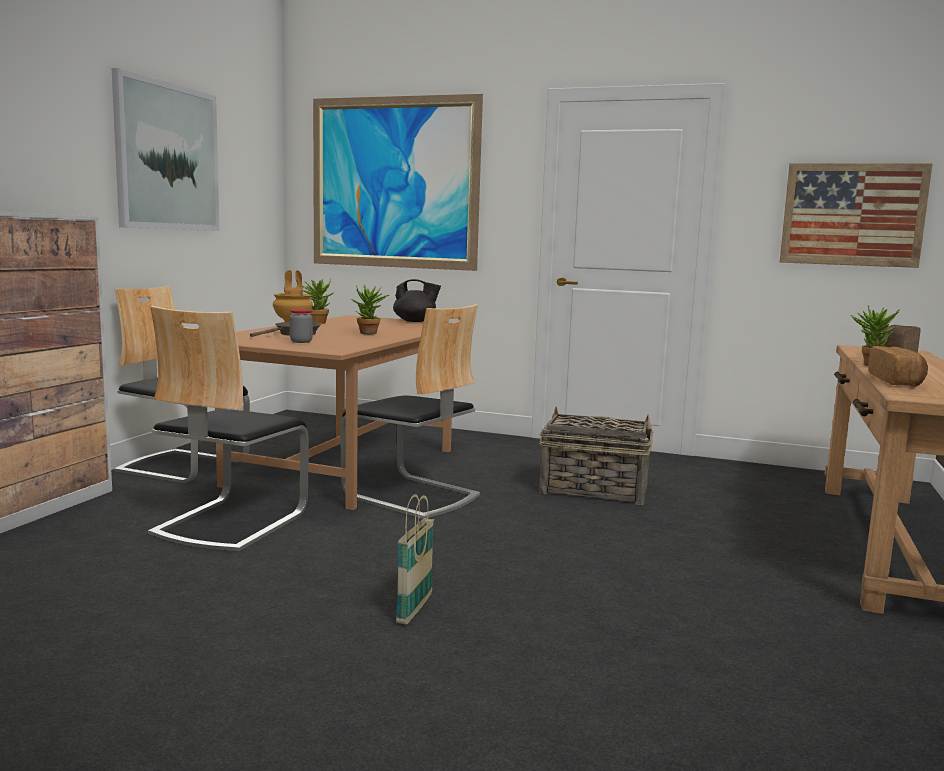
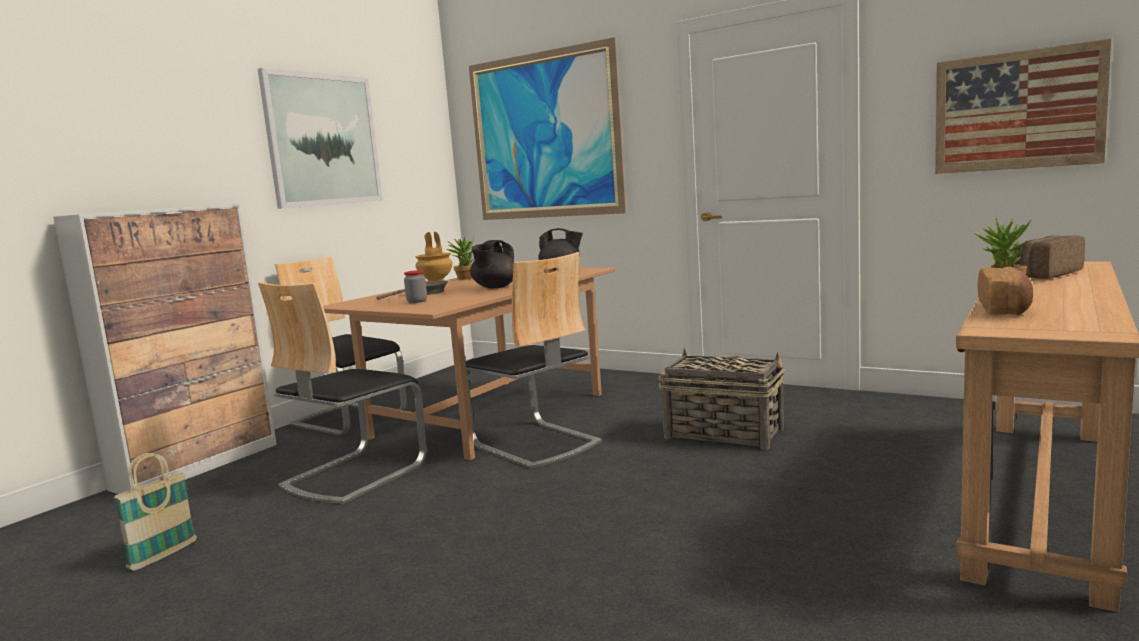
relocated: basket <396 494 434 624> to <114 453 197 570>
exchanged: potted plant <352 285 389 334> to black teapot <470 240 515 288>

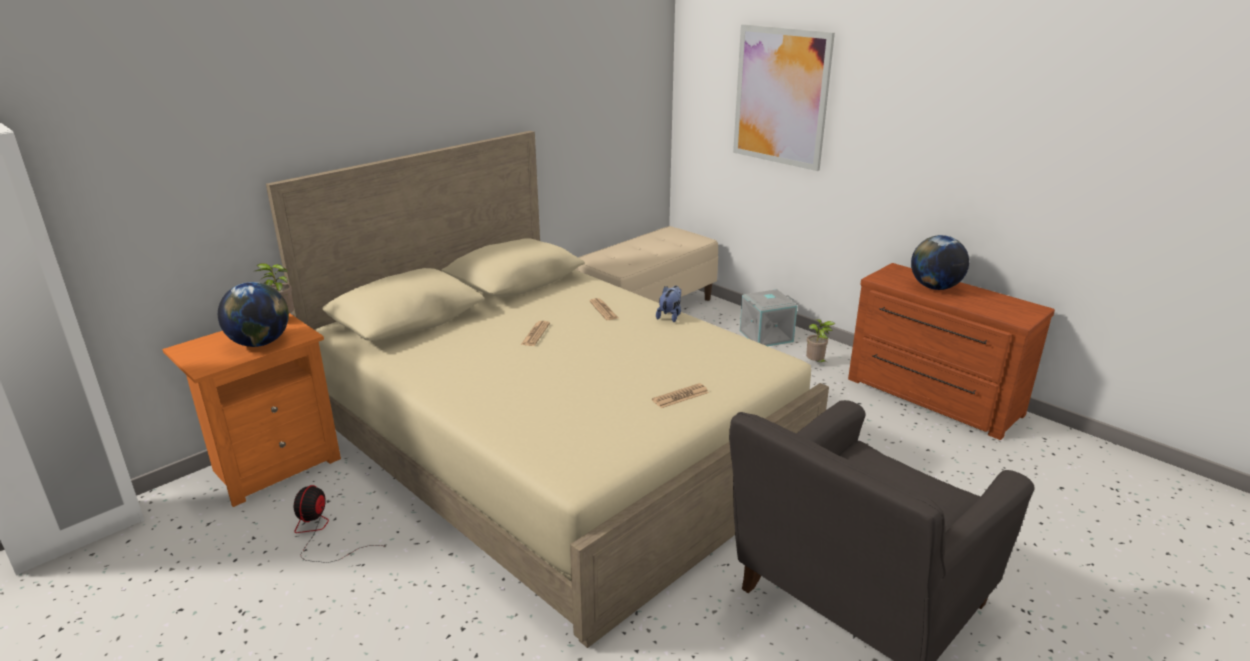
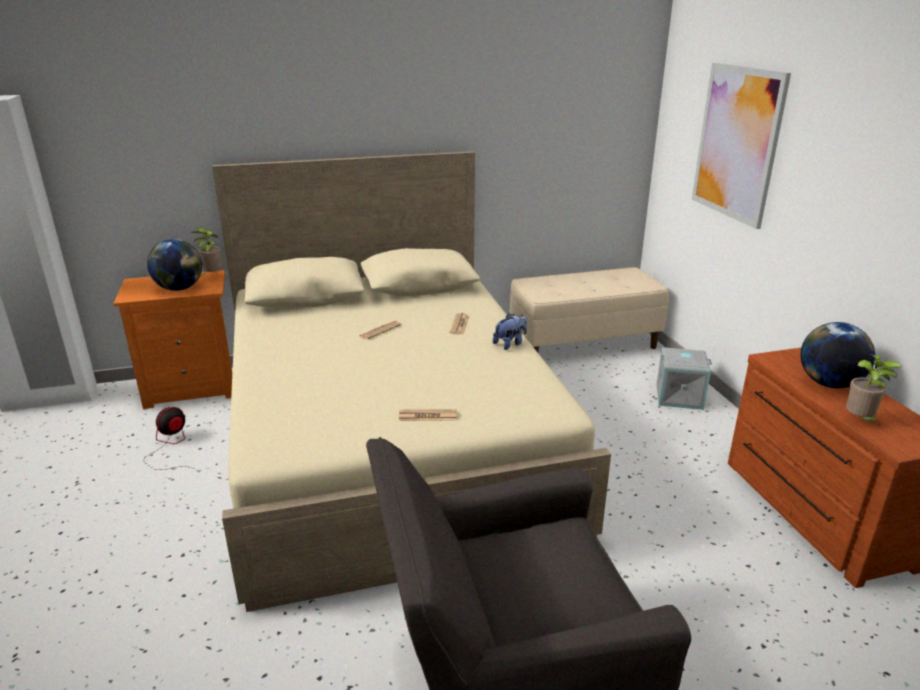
relocated: potted plant <806 319 835 362> to <846 354 902 427>

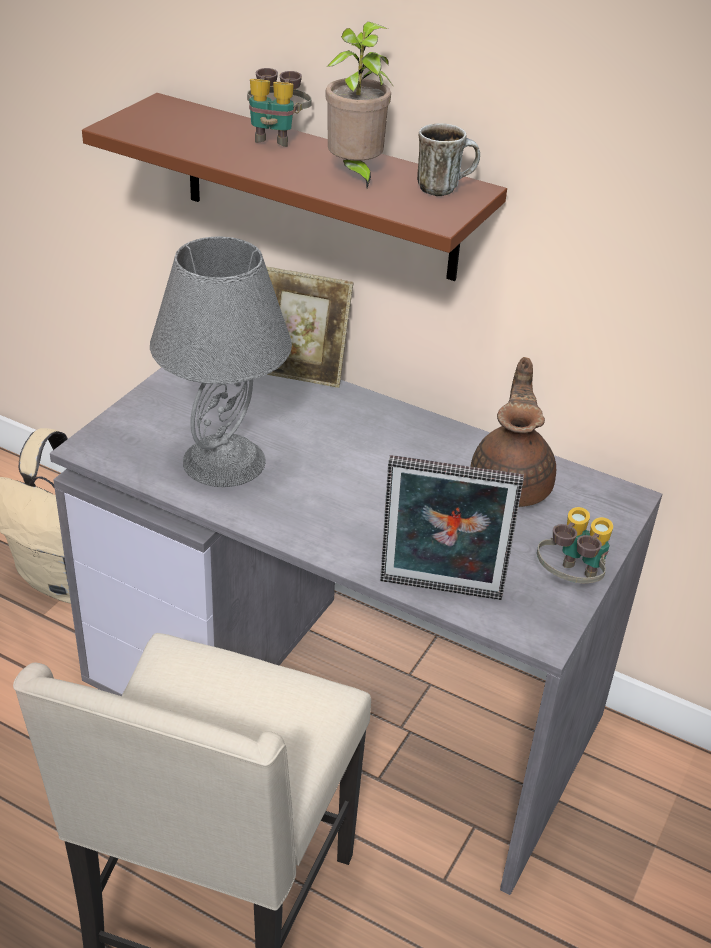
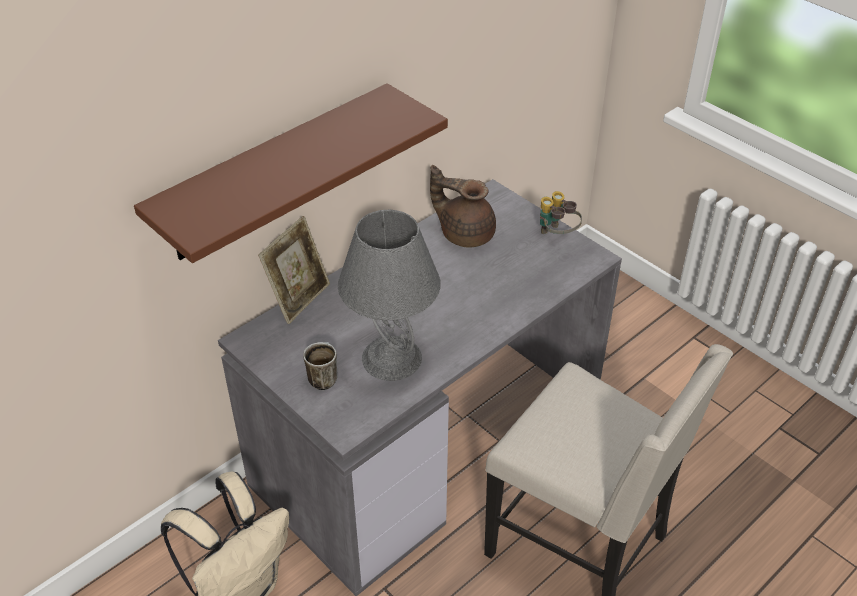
missing: binoculars <247 68 312 147>; potted plant <325 21 394 188>; picture frame <380 455 524 600>
relocated: mug <417 123 480 196> to <303 342 337 390>

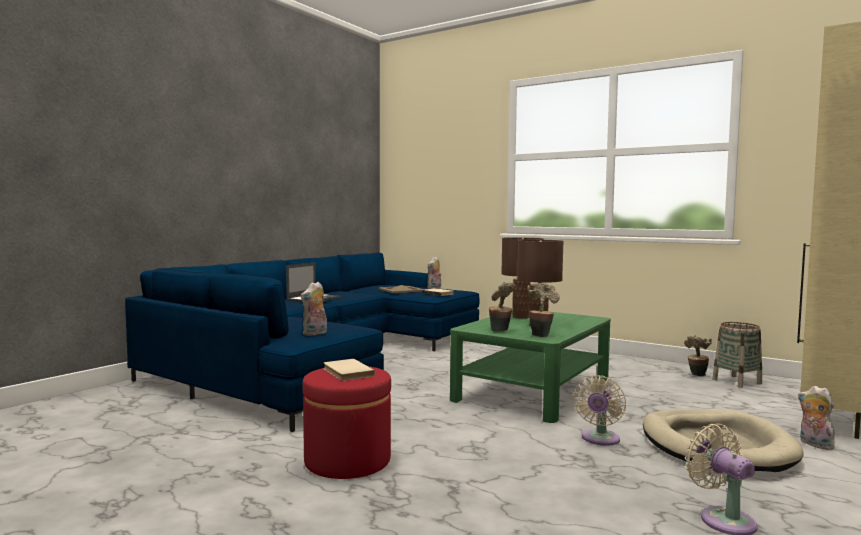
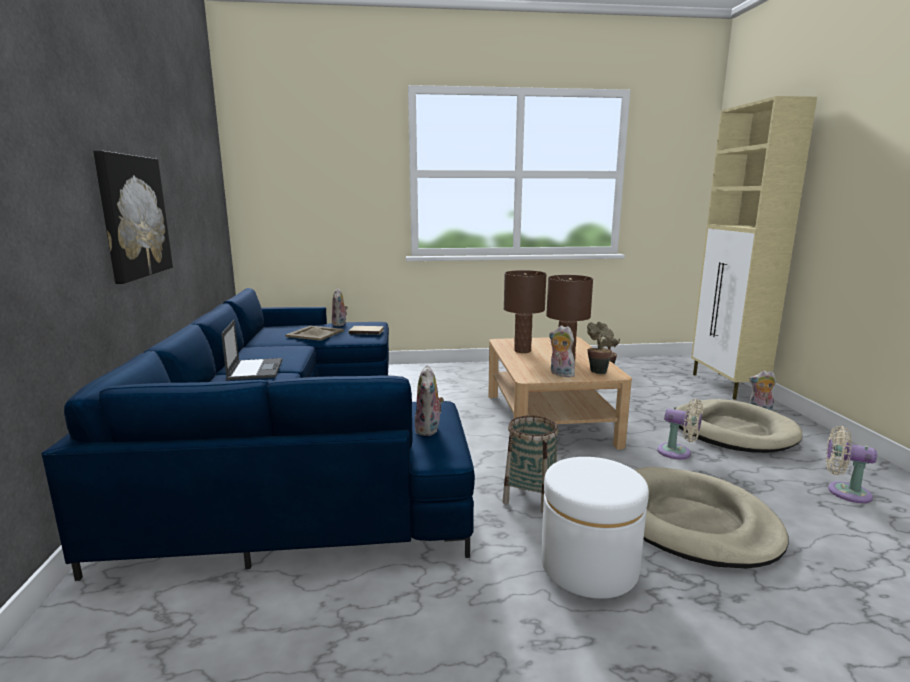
missing: beige book <324 359 375 381>
appeared: picture <93 151 173 284>; beige dog bed <635 467 788 568>
relocated: basket <712 322 762 388> to <503 415 559 513>
exchanged: potted plant <489 282 516 331> to plush toy <549 325 575 377>
colour: red ottoman <303 366 391 479> to white ottoman <541 457 649 599>; green coffee table <450 310 611 423> to beige coffee table <488 337 632 450>
spun: beige fan <573 375 626 446> = <657 399 703 459> 45 degrees counterclockwise

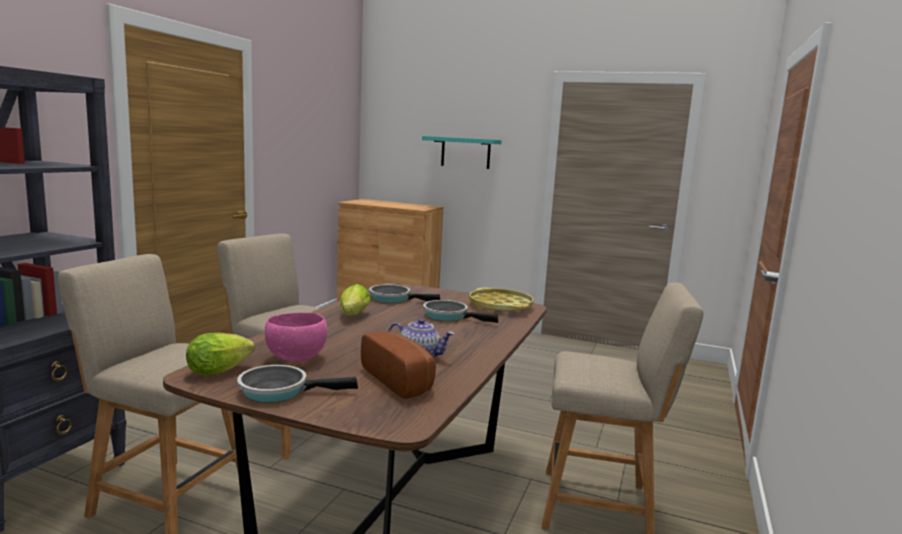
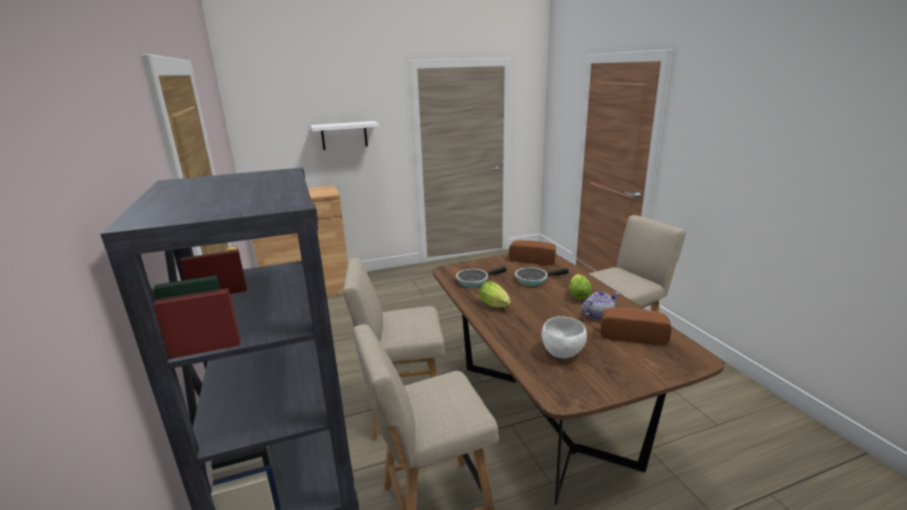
missing: frying pan <237 365 358 403>
relocated: lettuce <186 333 255 375> to <569 274 592 300>
exchanged: yellow tray <469 287 534 313> to bread <509 240 556 265>
colour: pink bowl <265 312 327 362> to white bowl <542 316 587 358>; turquoise shelf <422 136 501 169> to white shelf <310 121 379 150>

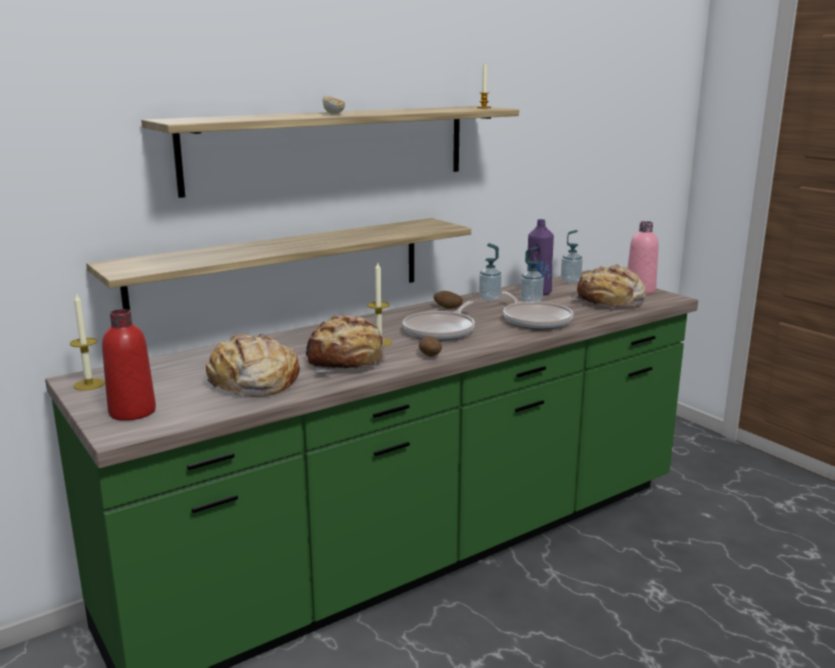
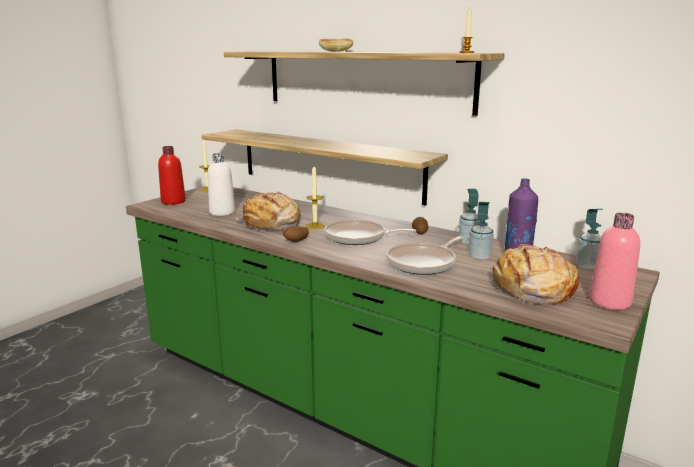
exchanged: bread <206 334 300 397> to white bottle <207 153 235 216>

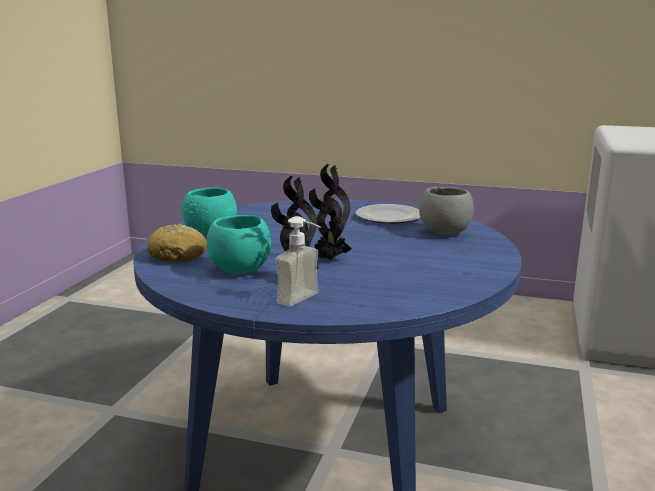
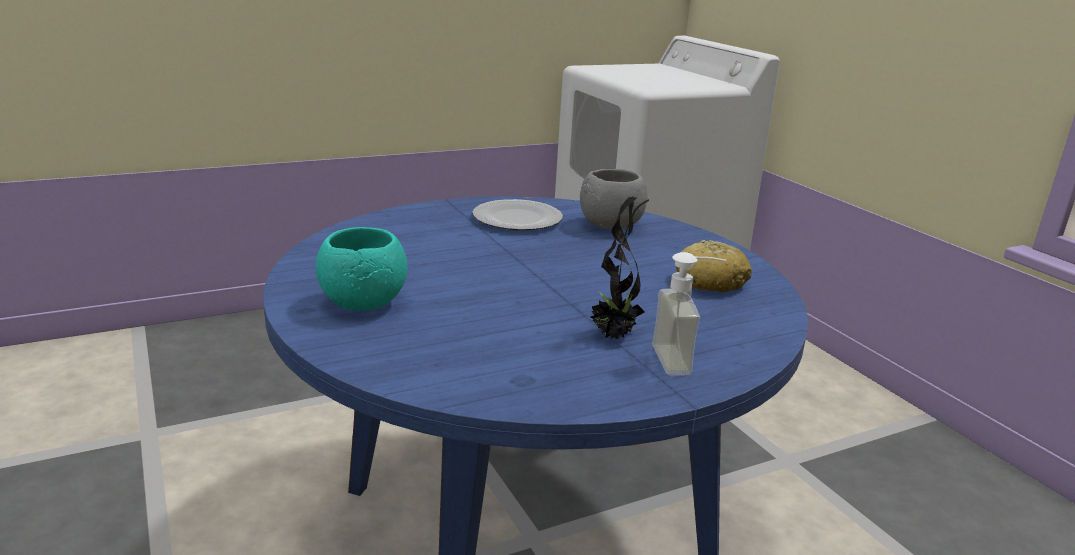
missing: turquoise bowl <207 215 271 275>; potted plant <309 164 352 261>
relocated: bread <147 224 207 262> to <676 240 752 292>

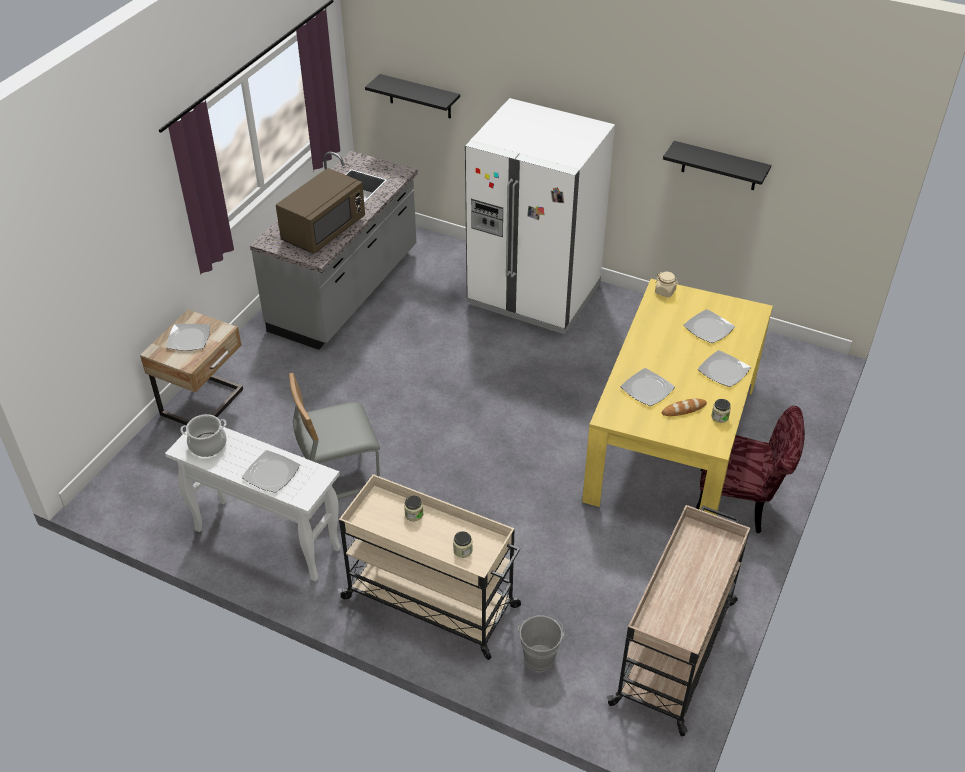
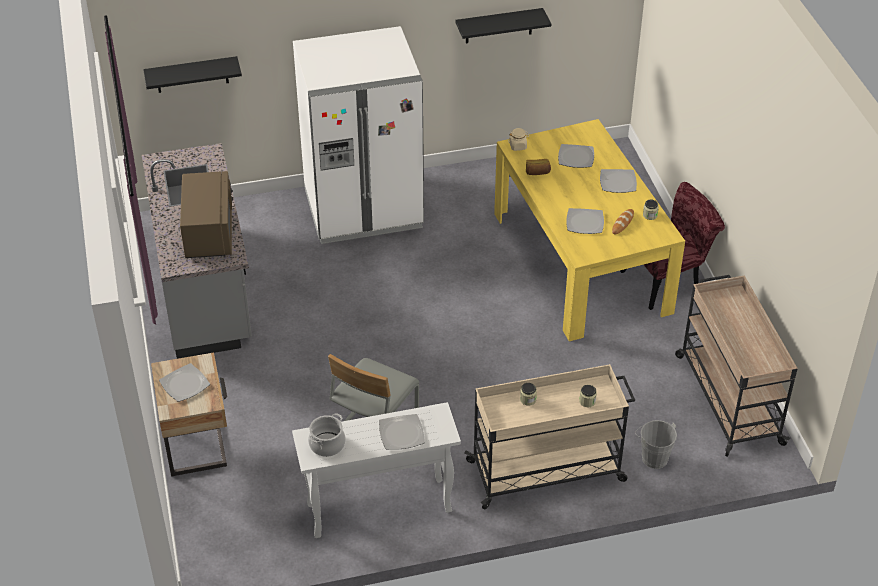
appeared: bread <526 159 551 175>

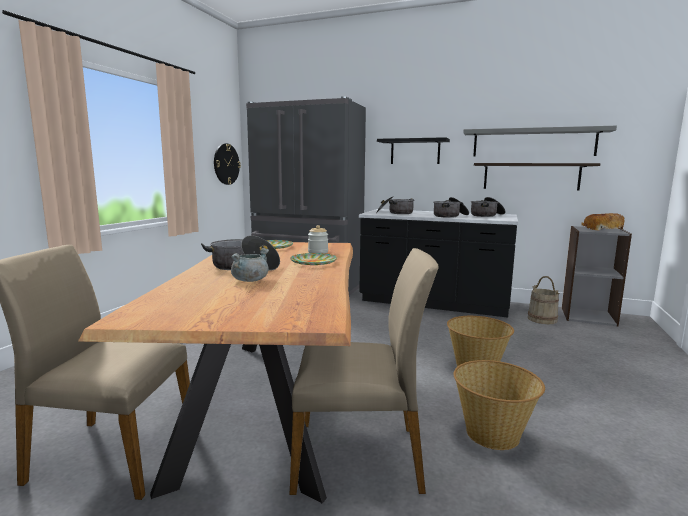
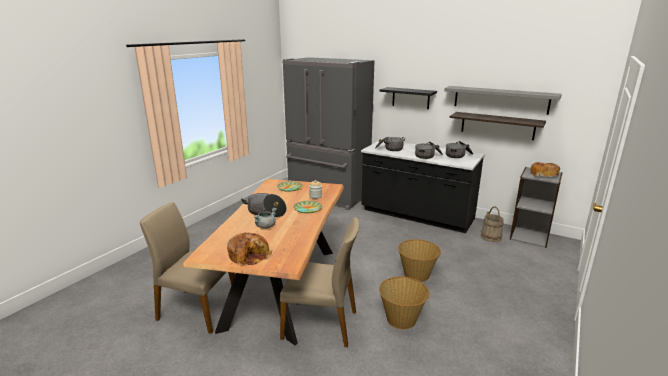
missing: wall clock <214 143 241 185>
appeared: bread <227 233 272 265>

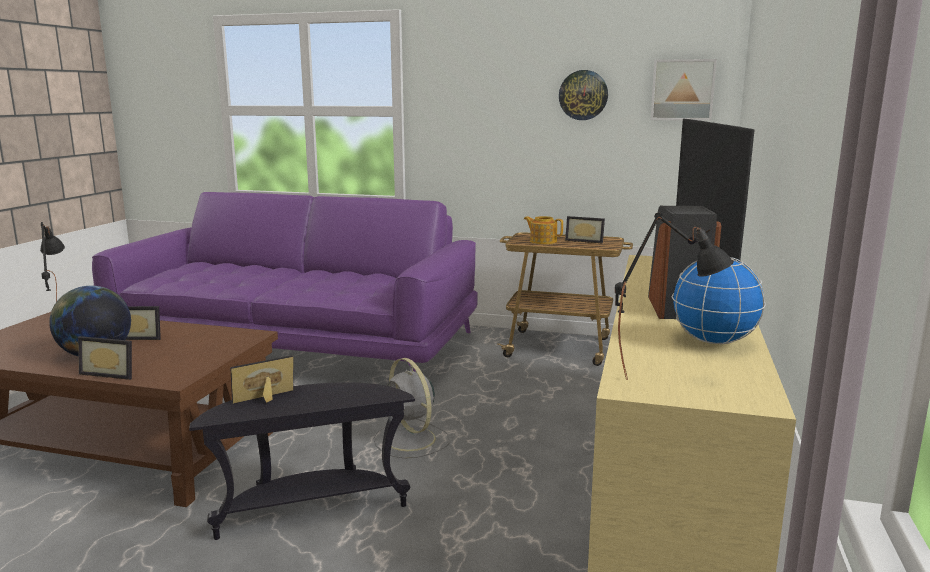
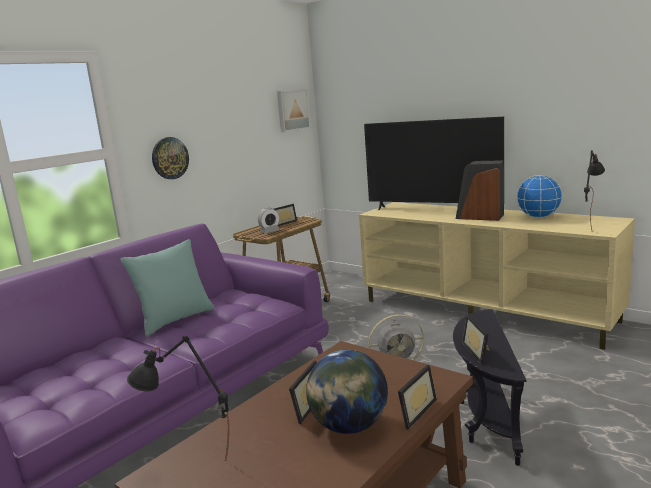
appeared: turquoise pillow <120 239 215 337>
relocated: wall clock <559 70 608 120> to <152 137 189 179>
exchanged: teapot <524 216 563 244> to alarm clock <258 208 280 233>

